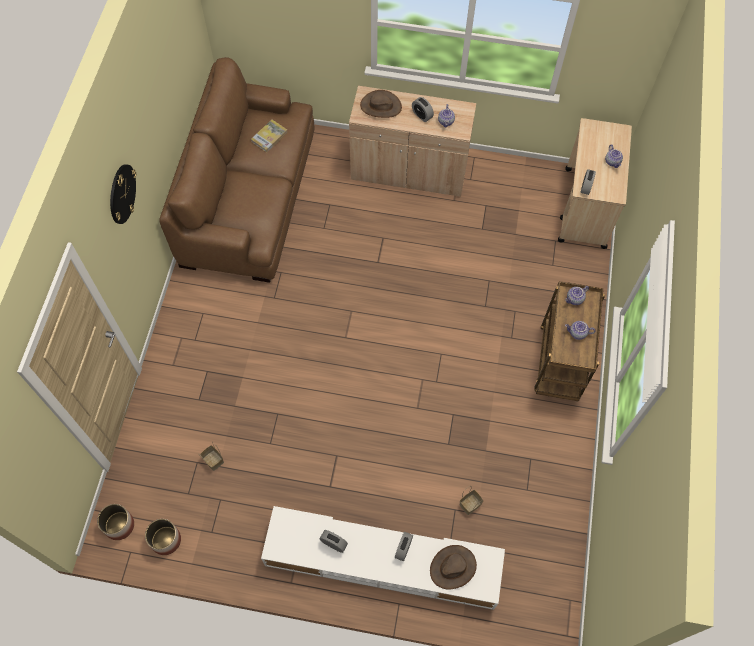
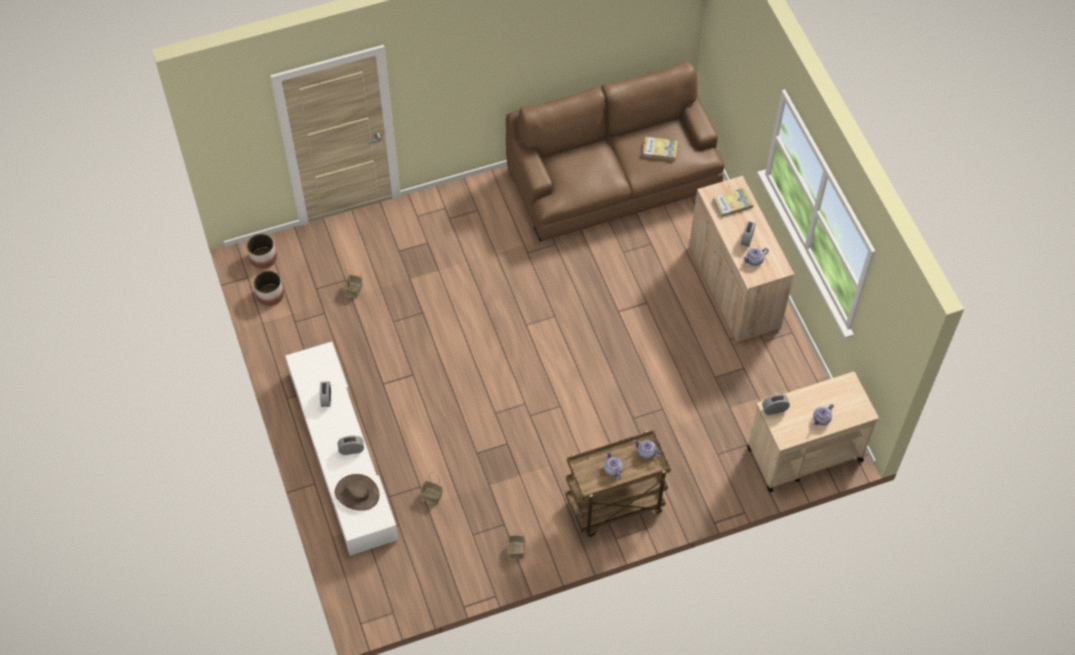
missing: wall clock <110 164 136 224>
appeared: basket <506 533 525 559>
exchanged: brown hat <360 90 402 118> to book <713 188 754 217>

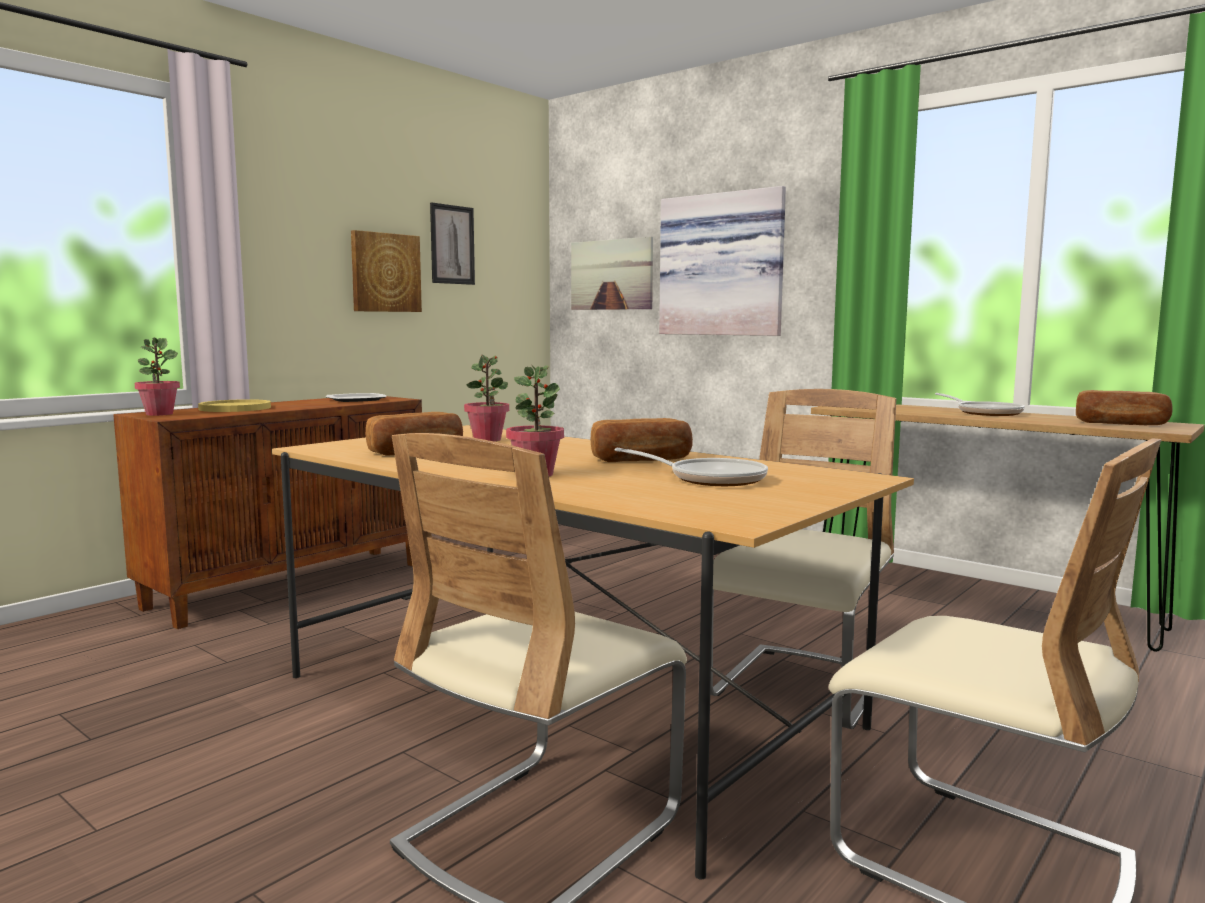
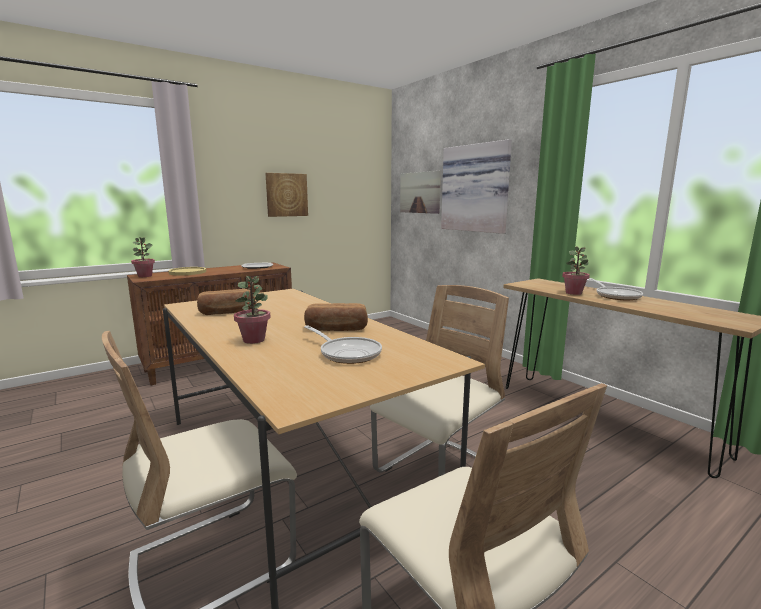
missing: picture <430 202 475 285>; bread <1076 390 1173 425>
relocated: potted plant <464 354 509 441> to <562 246 590 295>

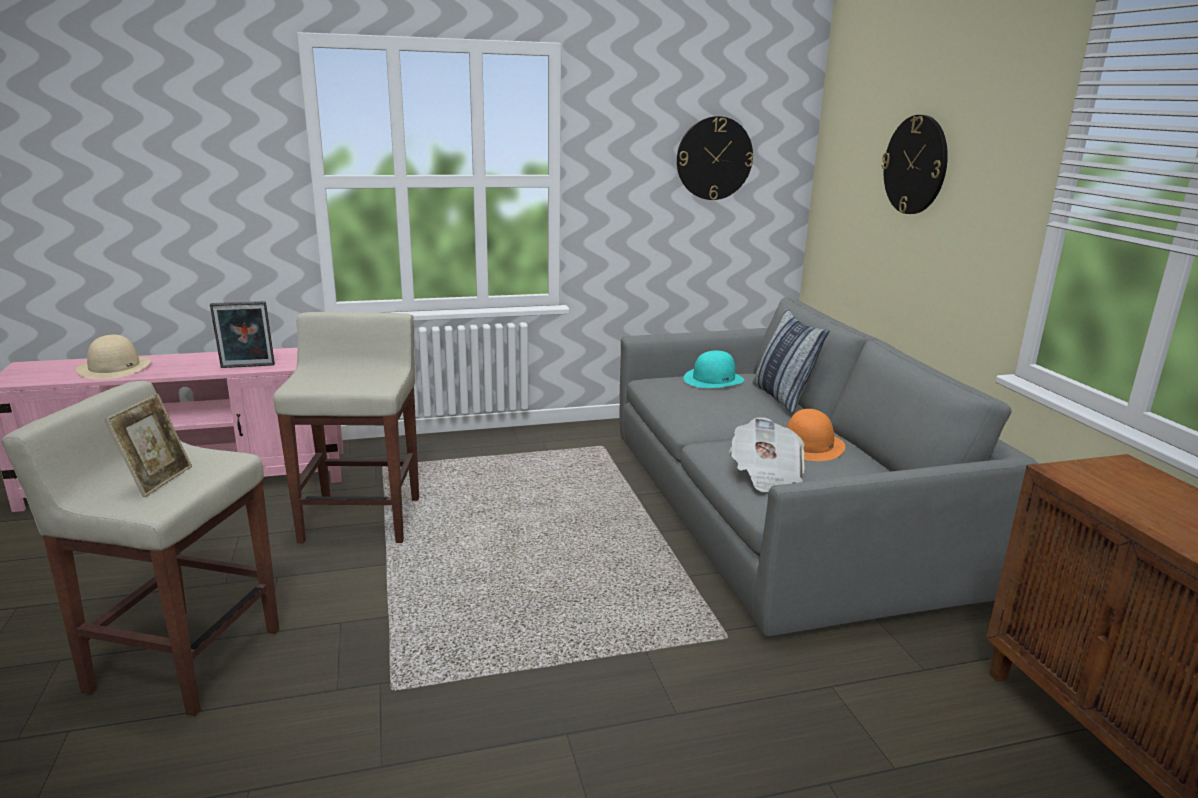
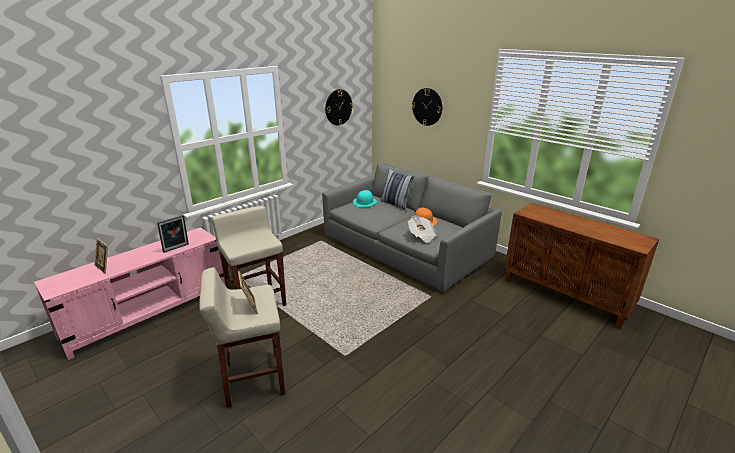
exchanged: beige hat <76 335 151 379> to picture frame <94 238 108 274>

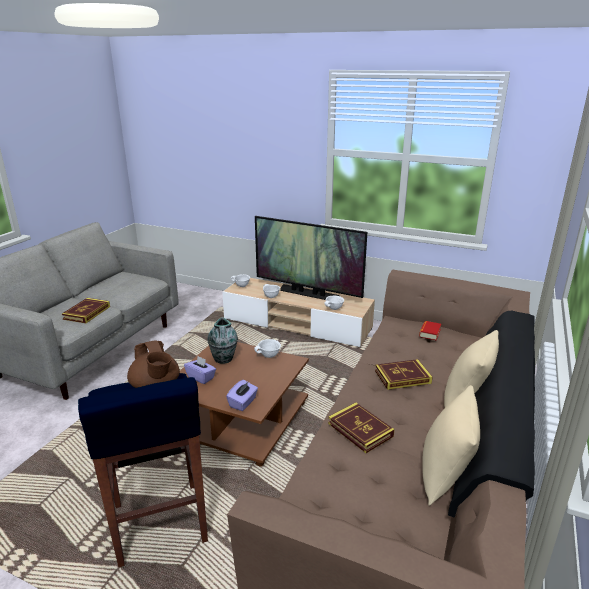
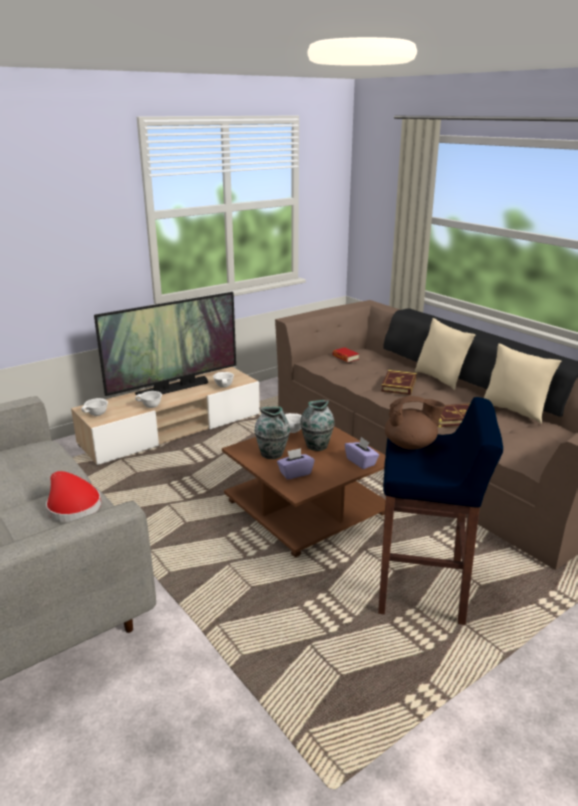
appeared: vase <300 400 335 451>
exchanged: book <62 298 110 323> to red hat <46 471 101 522>

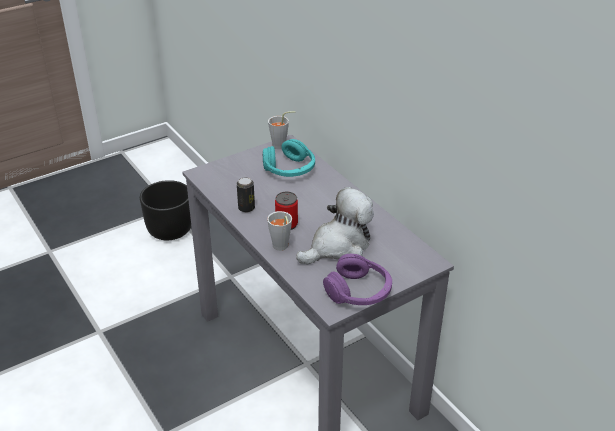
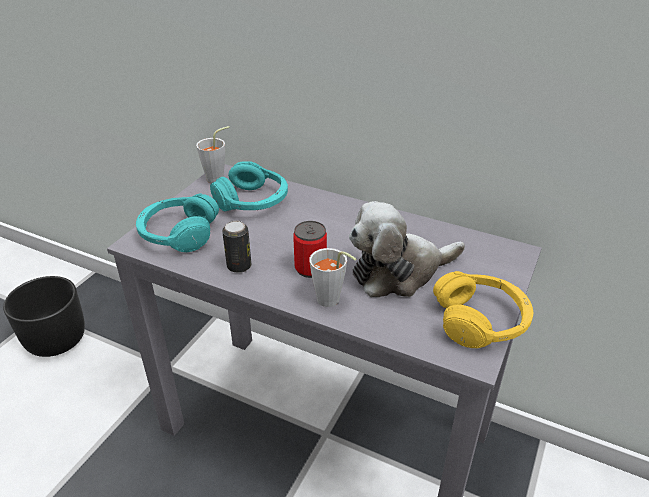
appeared: turquoise headphones <136 193 219 252>
colour: purple headphones <323 254 392 305> to yellow headphones <433 271 533 348>
spun: plush toy <296 187 374 264> = <349 201 465 297> 135 degrees counterclockwise

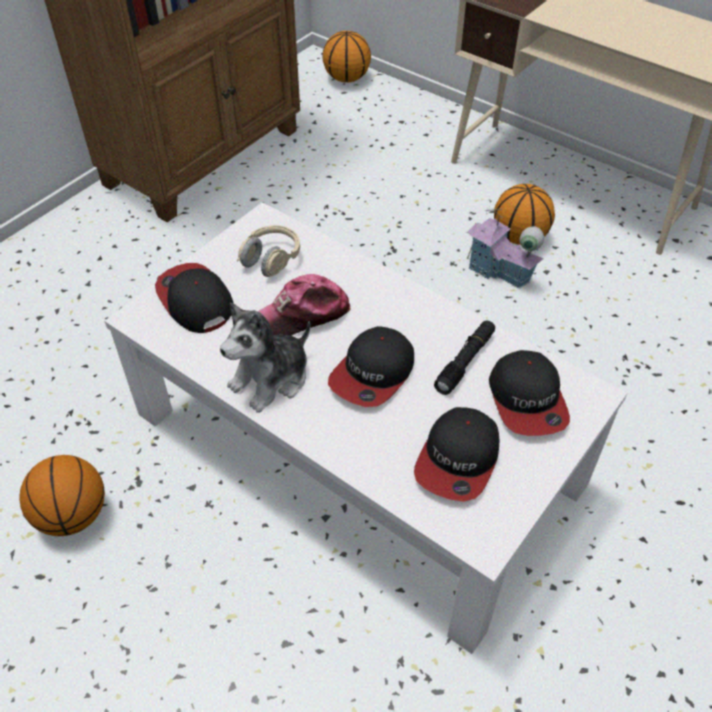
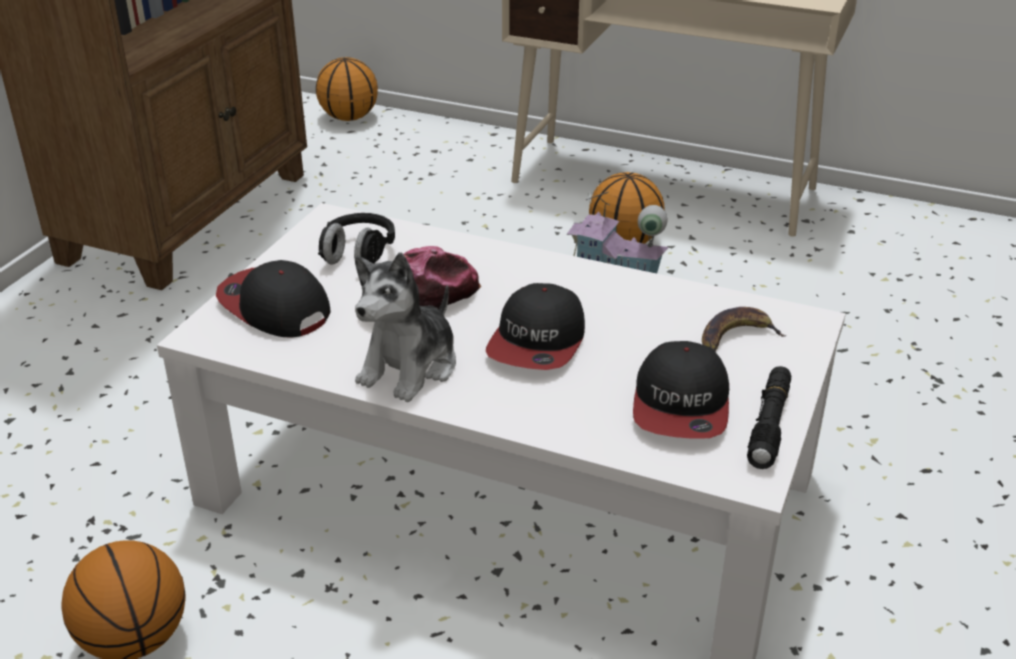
relocated: black flashlight <434 320 495 395> to <747 366 791 469>
exchanged: cap <489 350 570 436> to banana <702 307 787 351>
colour: beige headphones <237 225 300 277> to black headphones <318 213 395 265>

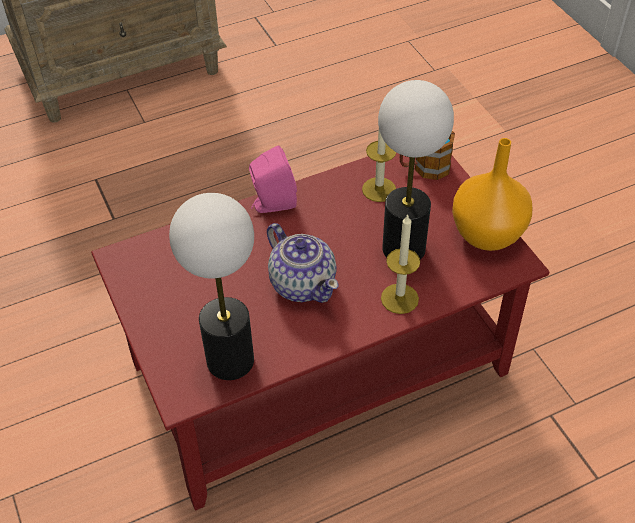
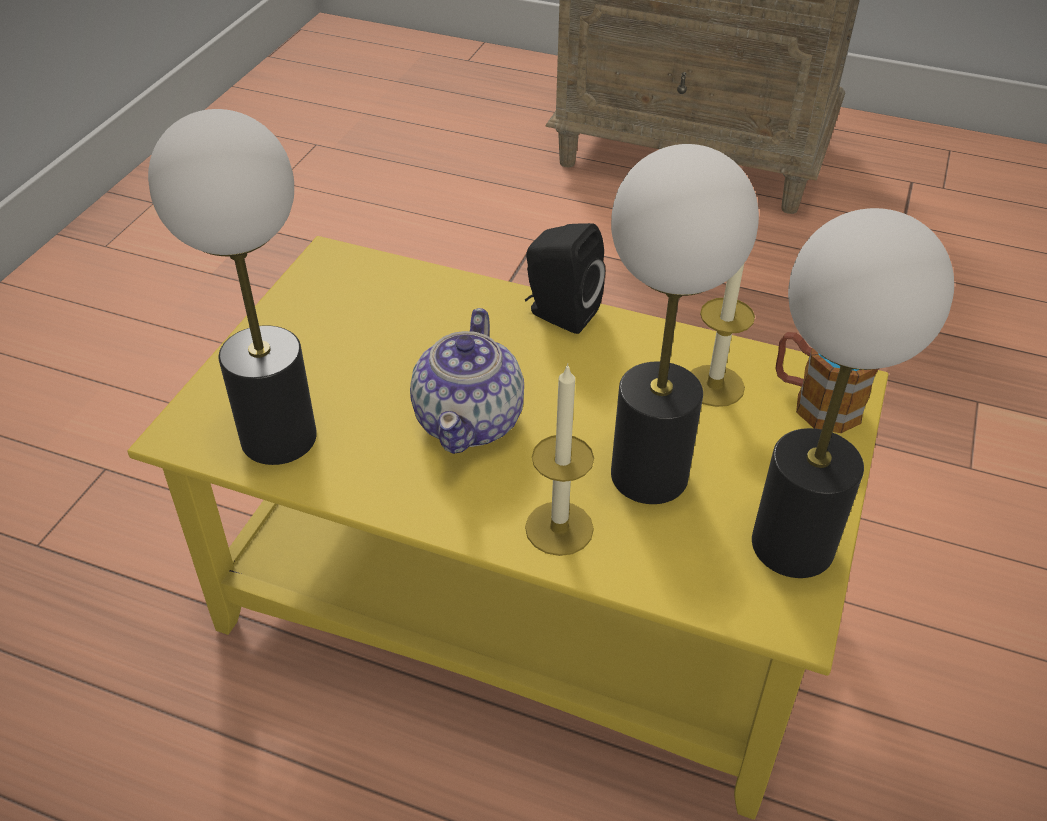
exchanged: orange vase <452 138 533 251> to table lamp <752 208 954 578>
colour: red coffee table <91 152 549 511> to yellow coffee table <127 236 888 820>; pink speaker <249 145 297 213> to black speaker <525 223 605 334>

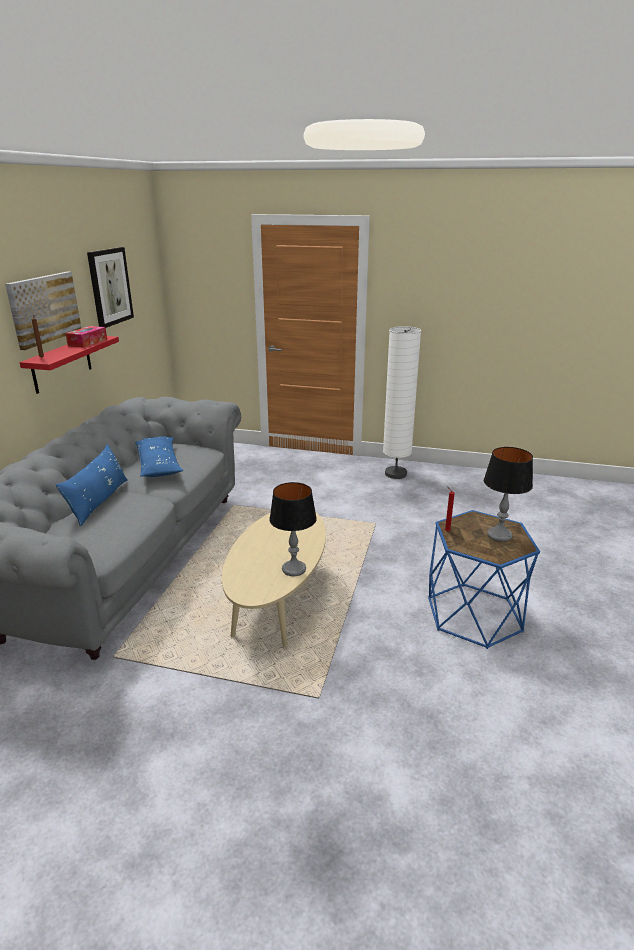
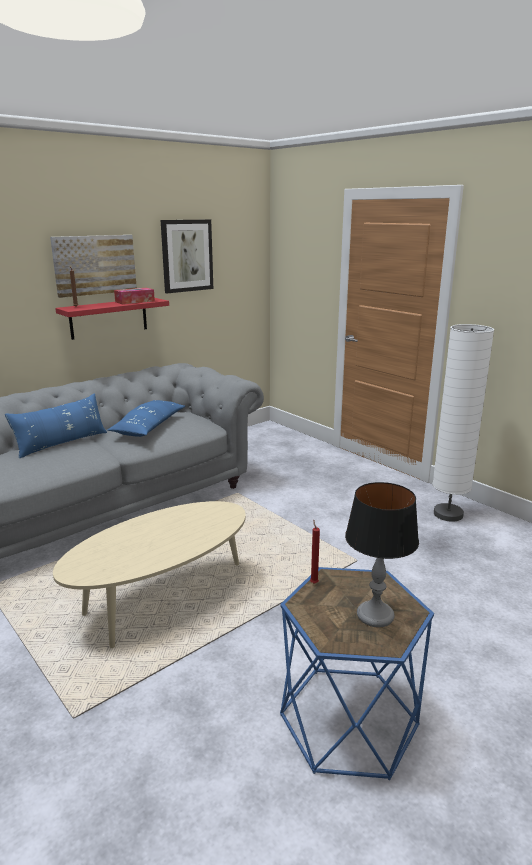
missing: table lamp <269 482 317 576>

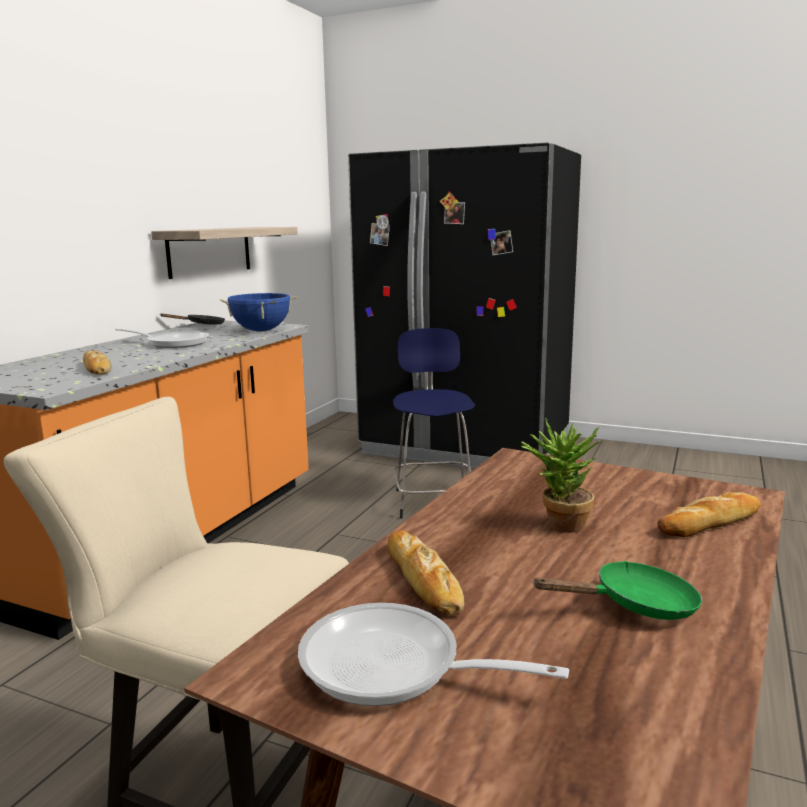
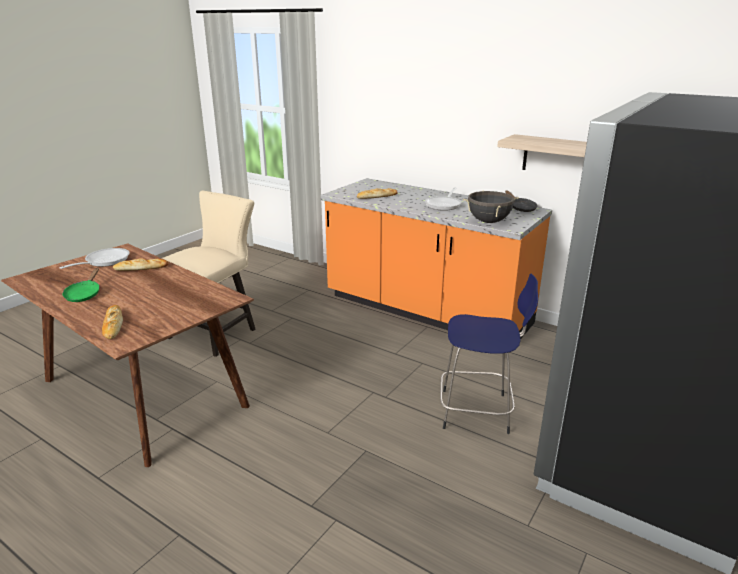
missing: potted plant <521 417 601 533>
colour: blue cooking pot <220 293 297 332> to black cooking pot <463 191 519 223>

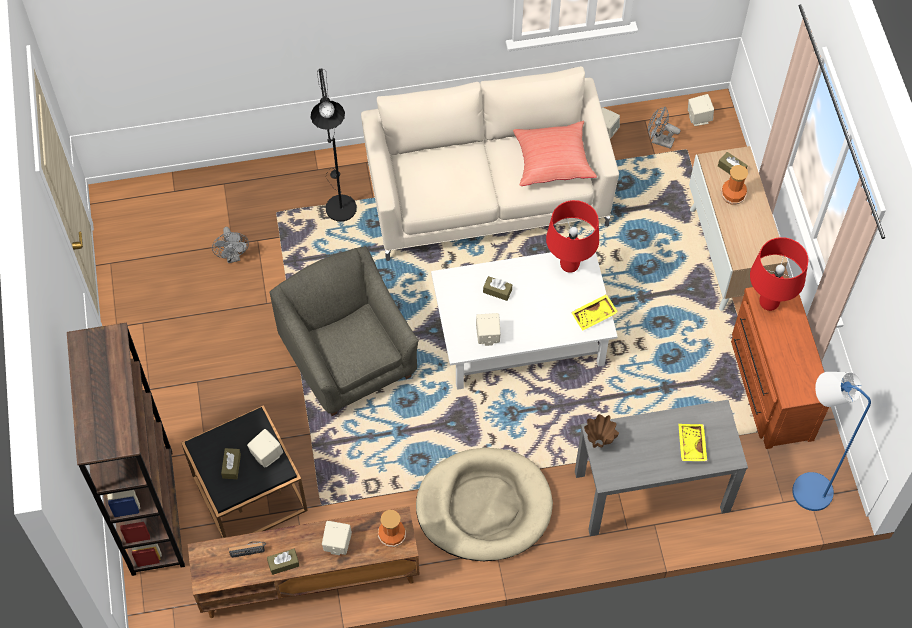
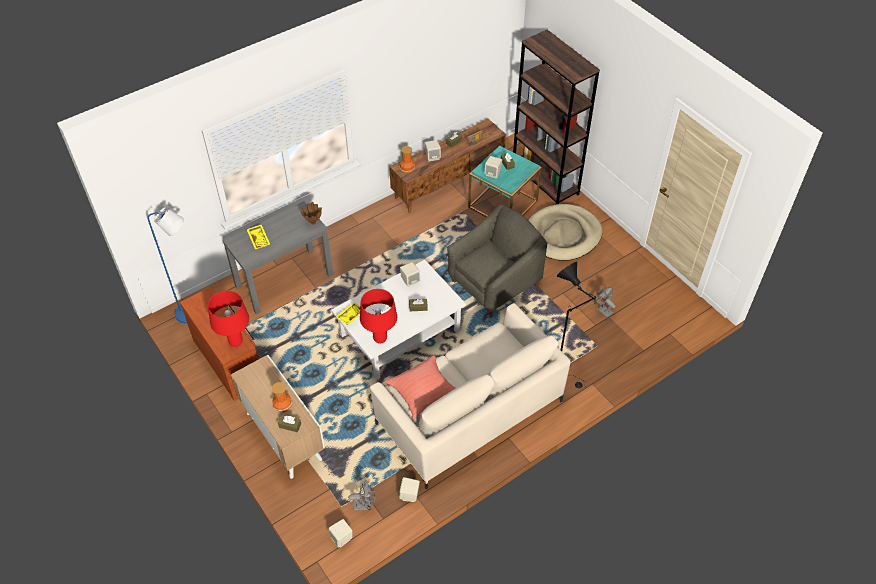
relocated: beige dog bed <416 448 553 561> to <528 204 602 261>
colour: black side table <181 405 308 538> to turquoise side table <468 146 542 217>
spun: grey armchair <270 246 419 416> = <447 204 547 315> 75 degrees counterclockwise

